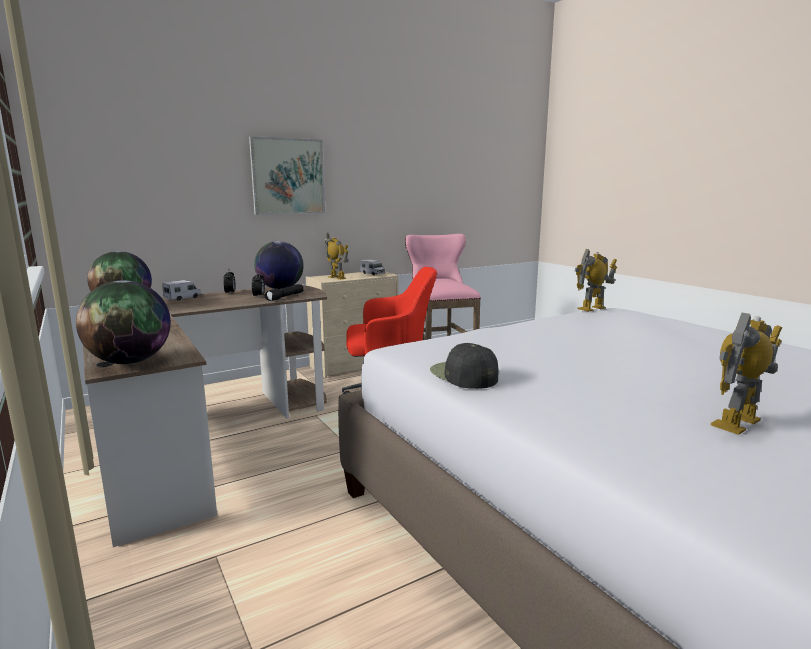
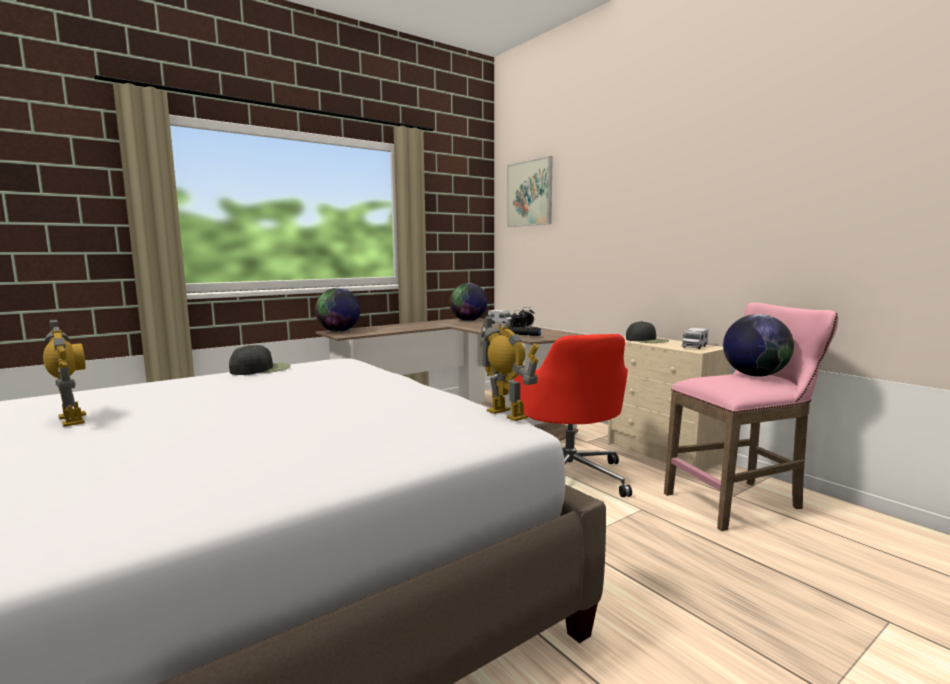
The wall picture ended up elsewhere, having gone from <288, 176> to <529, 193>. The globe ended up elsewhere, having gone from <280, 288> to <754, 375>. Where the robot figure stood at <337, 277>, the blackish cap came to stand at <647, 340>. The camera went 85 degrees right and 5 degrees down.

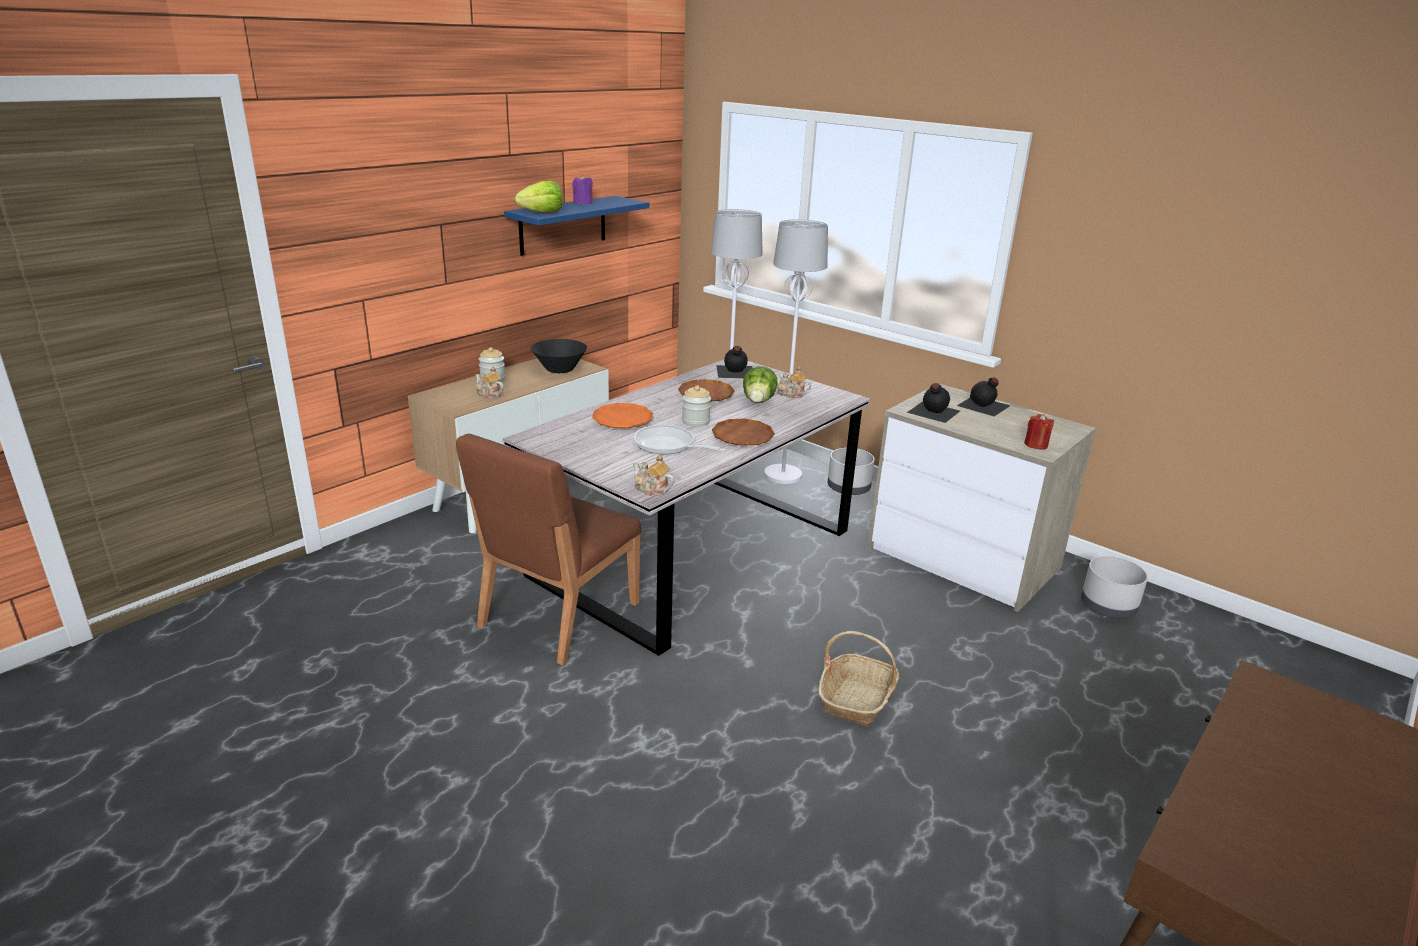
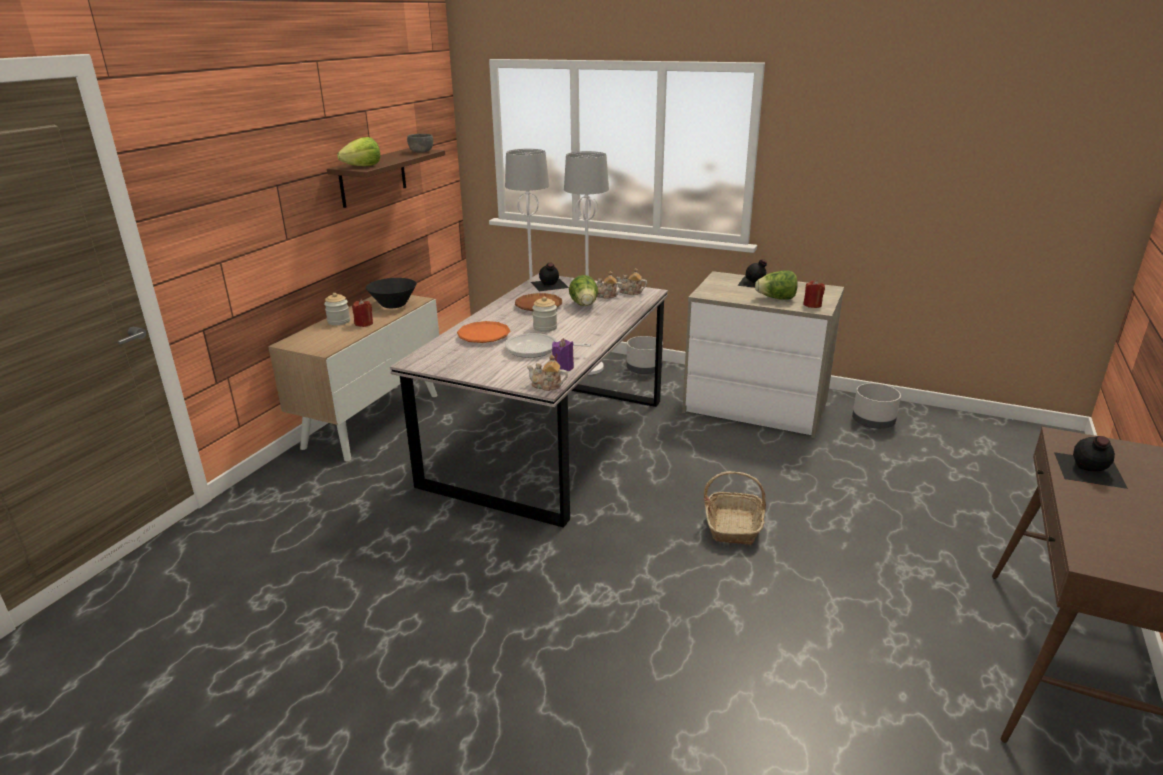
The second view lost the brown plain chair at <557, 615>. The second view lost the brown dinner plate at <742, 437>. The second view gained the reddish wax light at <364, 324>. The second view gained the grey bowl at <421, 151>. The second view gained the lettuce at <776, 298>. The pot for tea ended up elsewhere, having gone from <489, 394> to <631, 292>. The purple wax light ended up elsewhere, having gone from <583, 203> to <563, 367>. The blackish bottle ended up elsewhere, having gone from <932, 411> to <1088, 470>. What was the bluish wall shelf at <563, 225> turned into the brown wall shelf at <373, 177>. The camera went 15 degrees left and 0 degrees up.

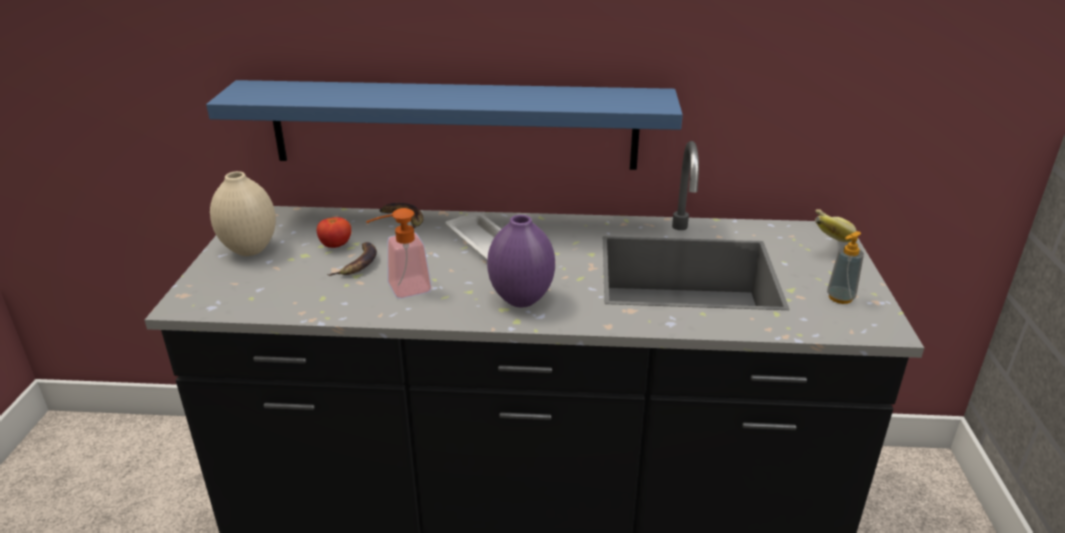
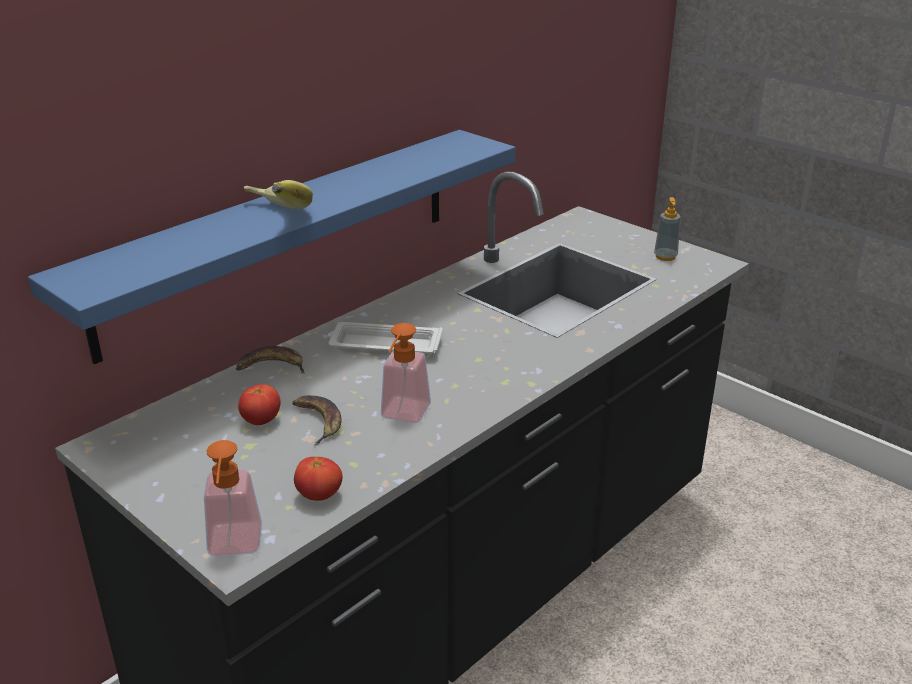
The second view lost the sand-coloured decorative vase at <250, 250>. The second view lost the purple decorative vase at <521, 299>. The second view gained the liquid soap bottle at <234, 548>. The second view gained the whole tomato at <319, 496>. The banana fruit ended up elsewhere, having gone from <822, 239> to <274, 217>. The camera went 50 degrees left and 0 degrees up.

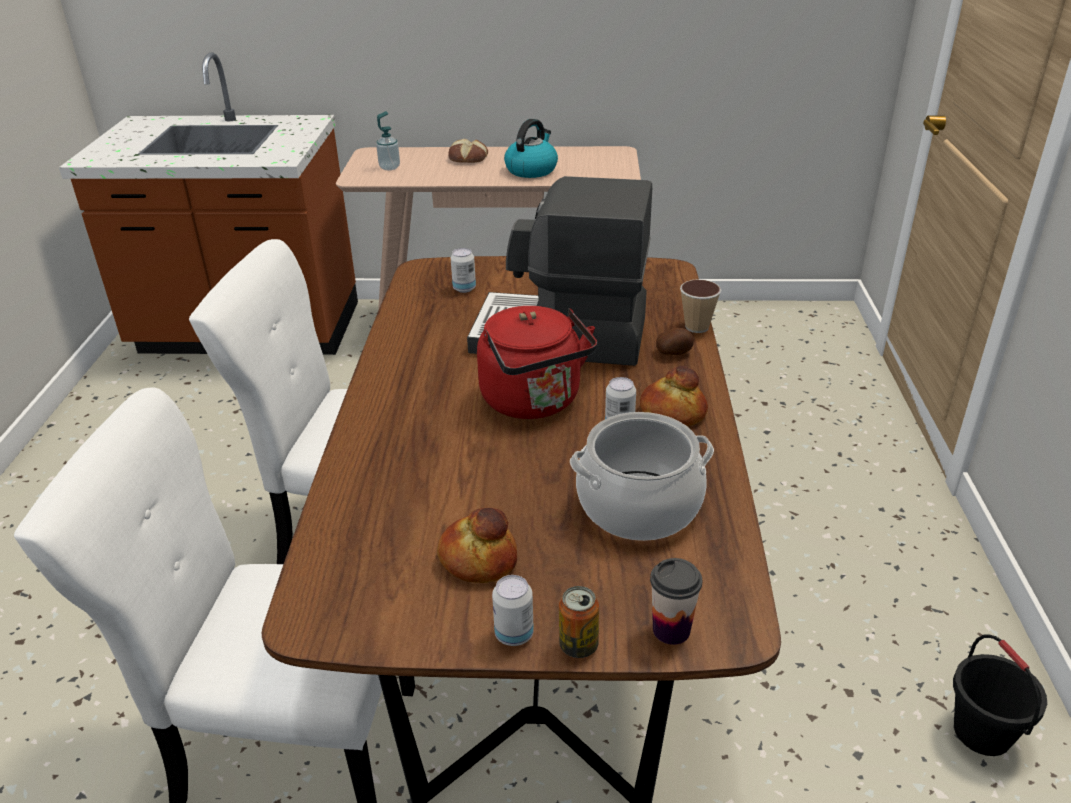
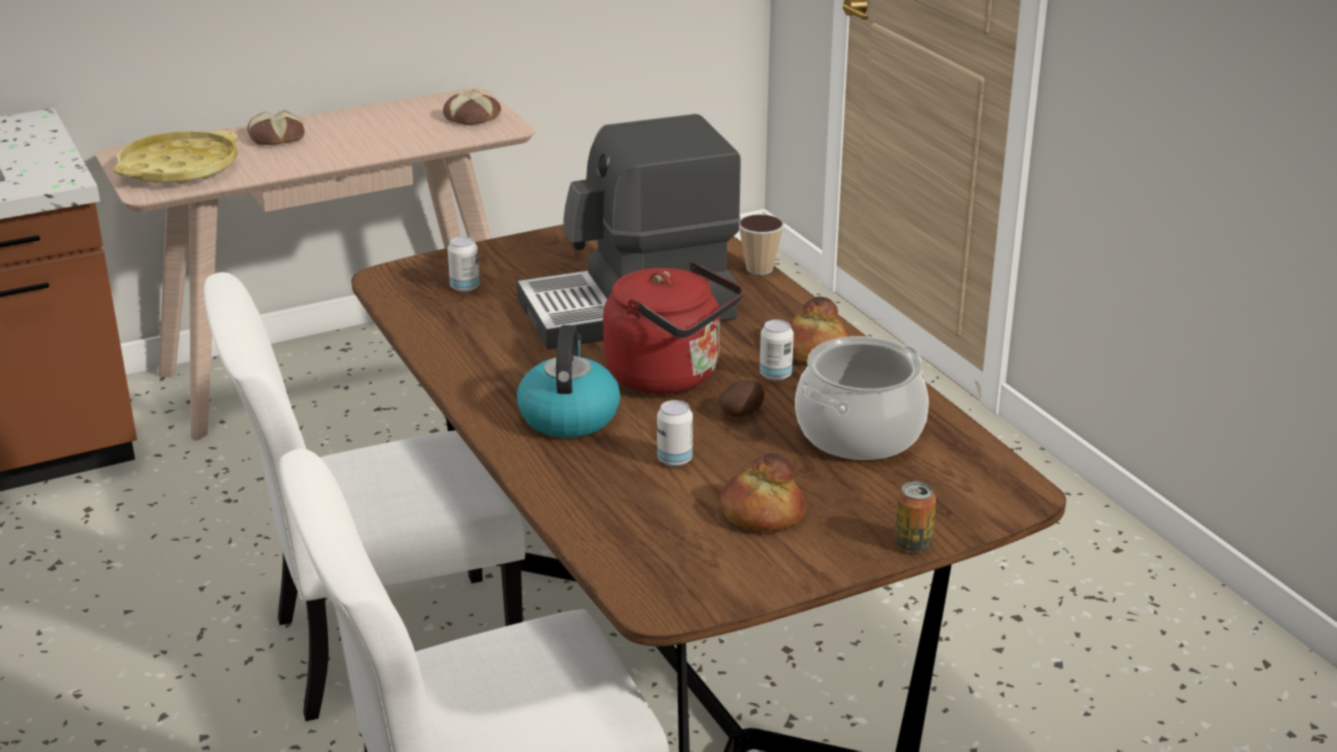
The second view lost the drinking cup at <671, 630>. The second view lost the blackish water bucket at <983, 732>. The second view gained the bread at <473, 117>. The sealed can ended up elsewhere, having gone from <514, 634> to <674, 460>. The tea kettle ended up elsewhere, having gone from <531, 170> to <568, 416>. The spud ended up elsewhere, having gone from <674, 353> to <742, 413>. Where the liquid soap bottle stood at <389, 167>, the yellowish serving tray came to stand at <179, 168>. The camera went 30 degrees left and 5 degrees down.

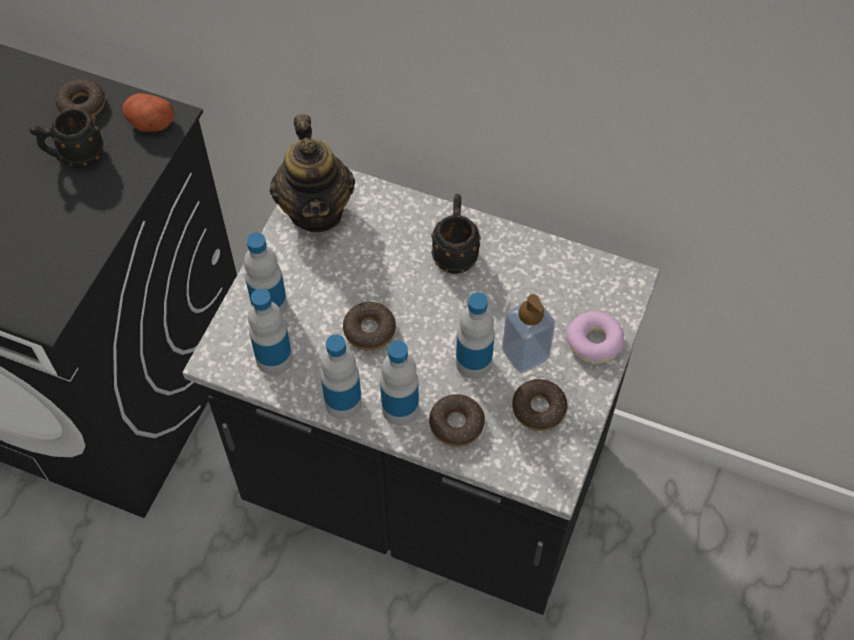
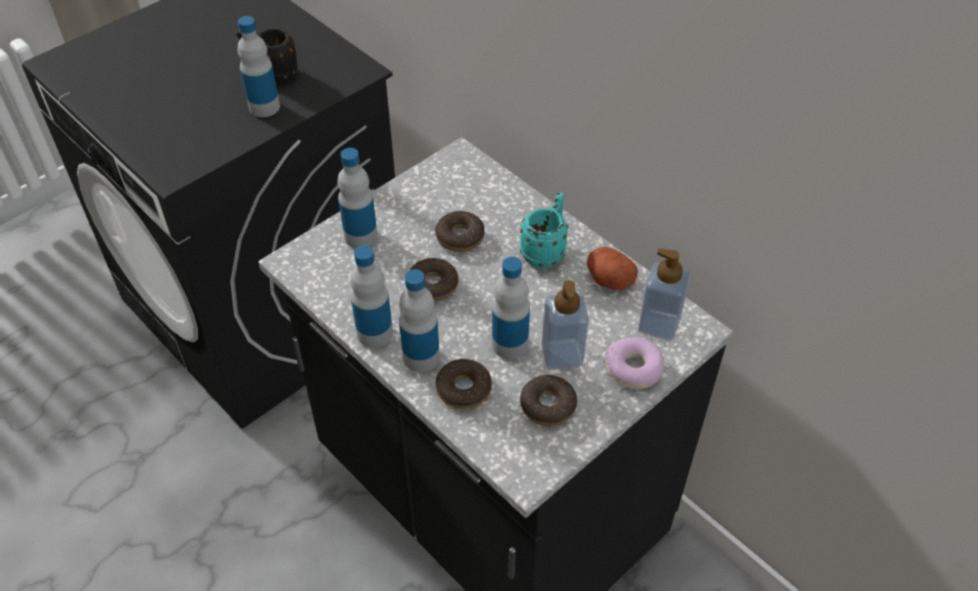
The second view lost the pot for tea at <316, 210>. The second view gained the liquid soap bottle at <658, 325>. The doughnut ended up elsewhere, having gone from <82, 105> to <460, 237>. The spud ended up elsewhere, having gone from <149, 122> to <608, 279>. The bottle ended up elsewhere, having gone from <274, 359> to <264, 107>. What was the blackish mug at <455, 252> turned into the turquoise mug at <546, 251>. The camera went 25 degrees right and 10 degrees down.

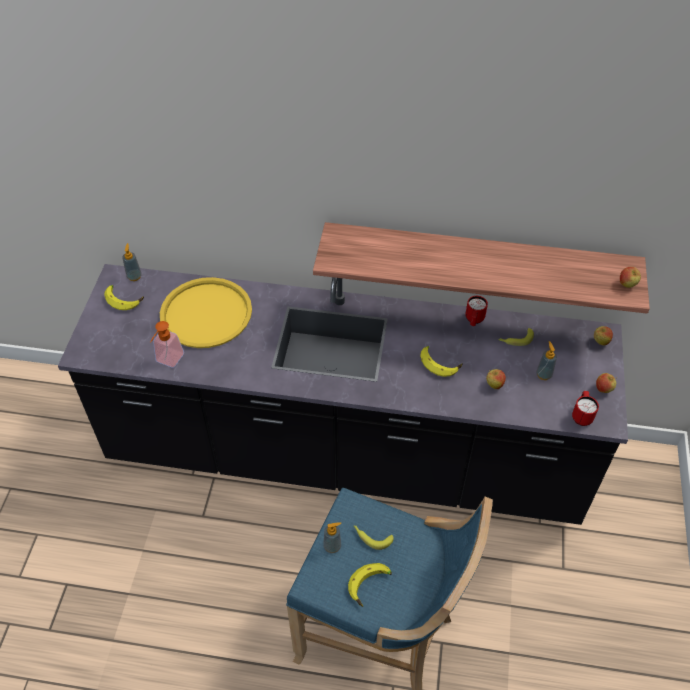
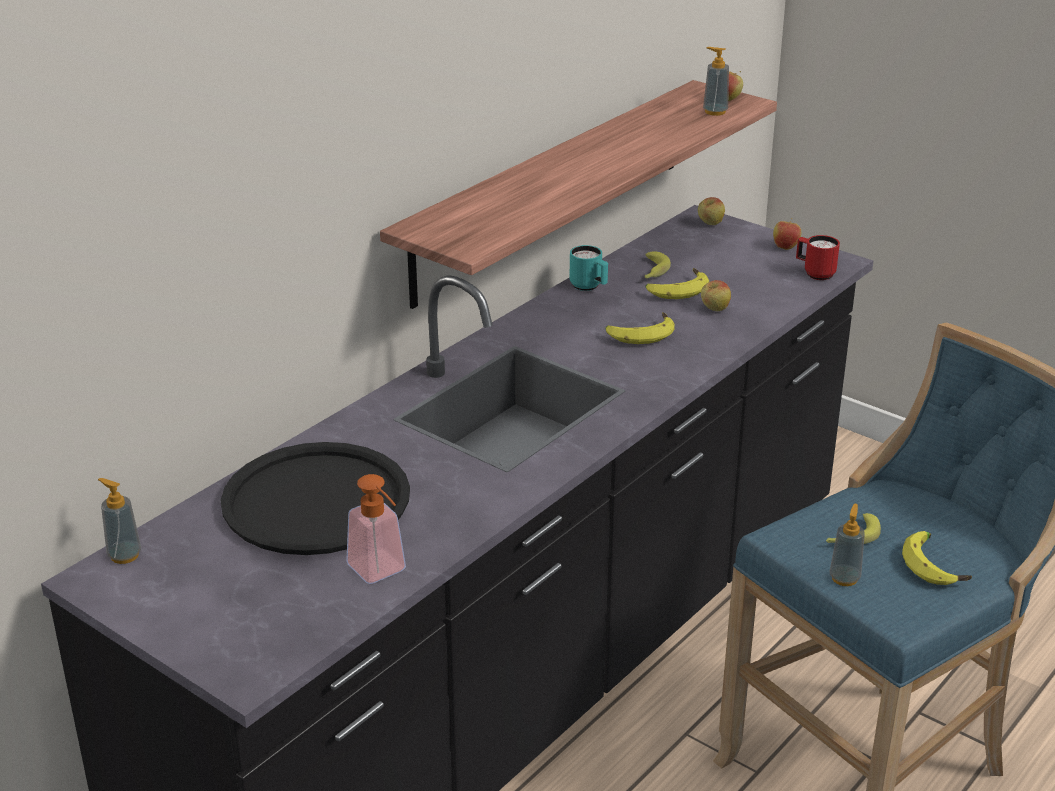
The banana fruit ended up elsewhere, having gone from <124, 299> to <676, 289>. The liquid soap bottle ended up elsewhere, having gone from <543, 374> to <715, 112>. What was the yellowish serving tray at <206, 313> turned into the blackish serving tray at <316, 501>. What was the reddish mug at <474, 320> turned into the turquoise mug at <589, 287>. The camera went 60 degrees left and 20 degrees down.

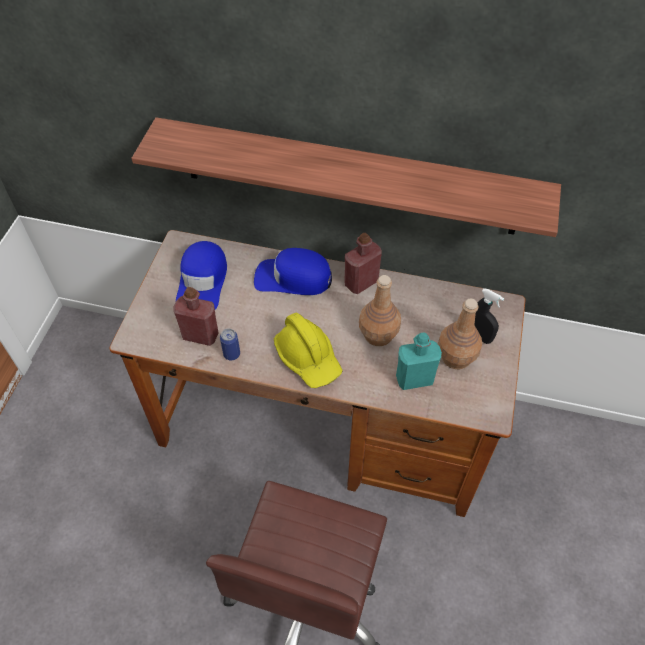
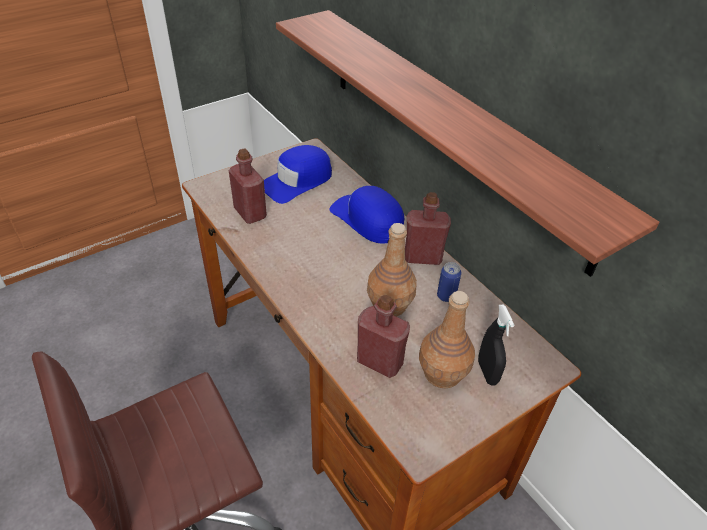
The second view lost the yellowish hard hat at <308, 358>. The sealed can ended up elsewhere, having gone from <231, 354> to <446, 296>. What was the turquoise bottle at <414, 379> turned into the reddish bottle at <379, 362>. The camera went 40 degrees right and 10 degrees down.

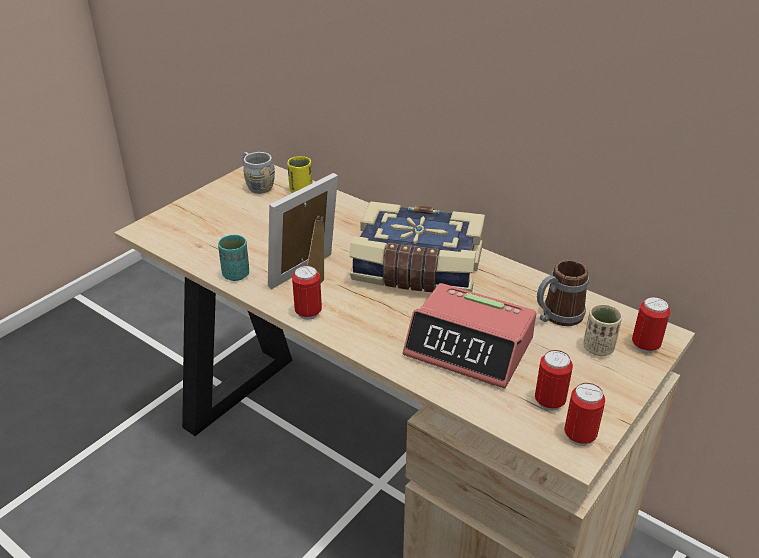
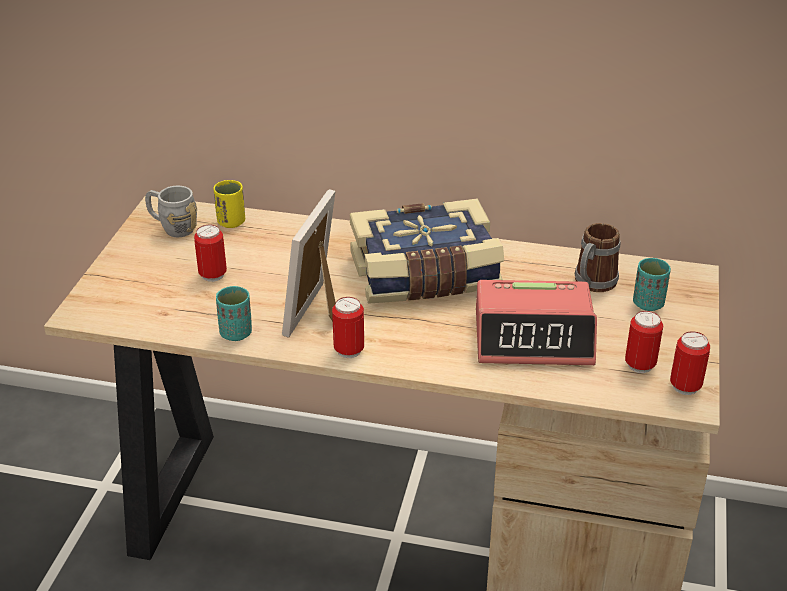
The sealed can ended up elsewhere, having gone from <645, 346> to <213, 275>. What was the sand-coloured drinking cup at <598, 348> turned into the turquoise drinking cup at <648, 304>. The camera went 25 degrees left and 0 degrees up.

